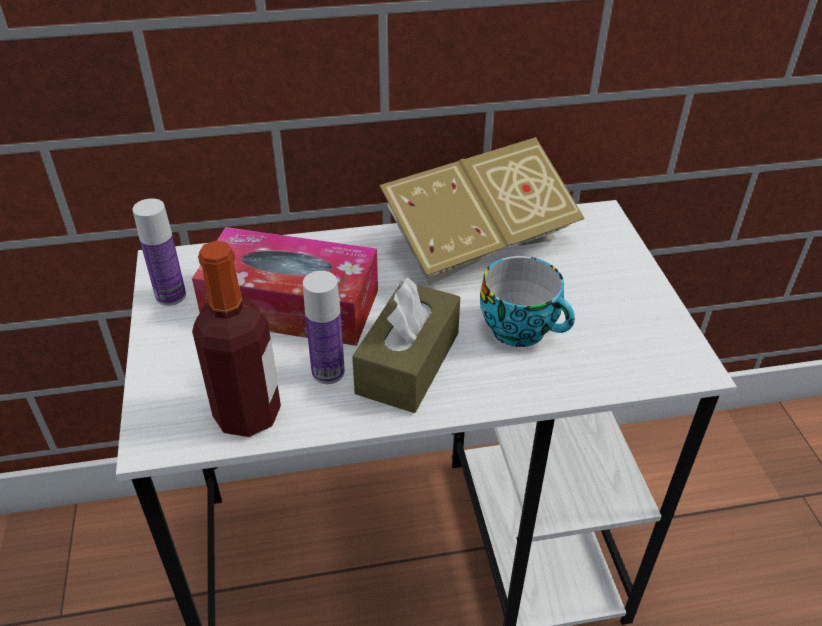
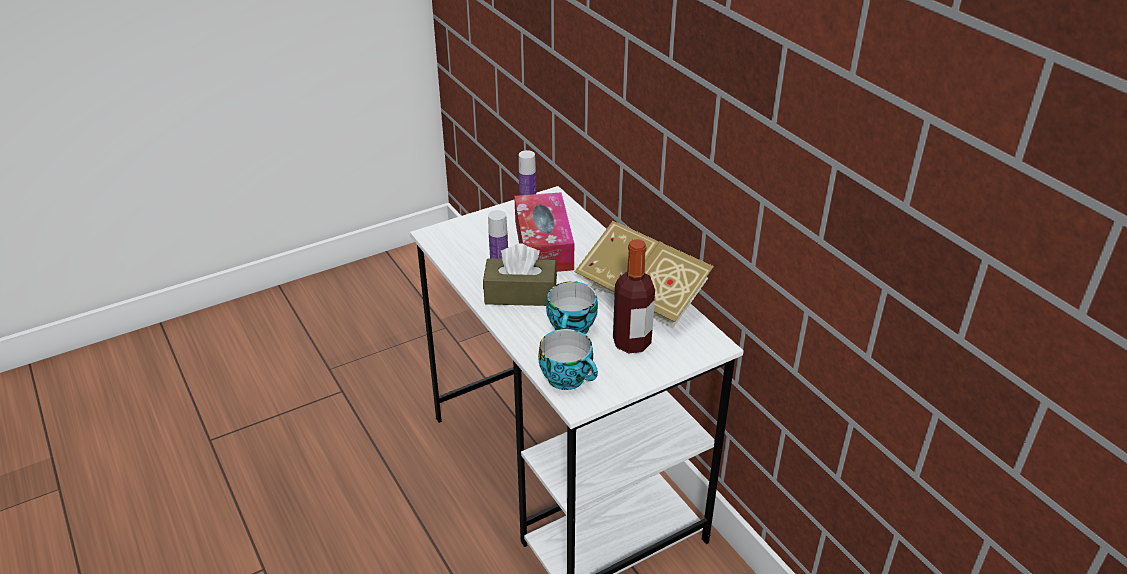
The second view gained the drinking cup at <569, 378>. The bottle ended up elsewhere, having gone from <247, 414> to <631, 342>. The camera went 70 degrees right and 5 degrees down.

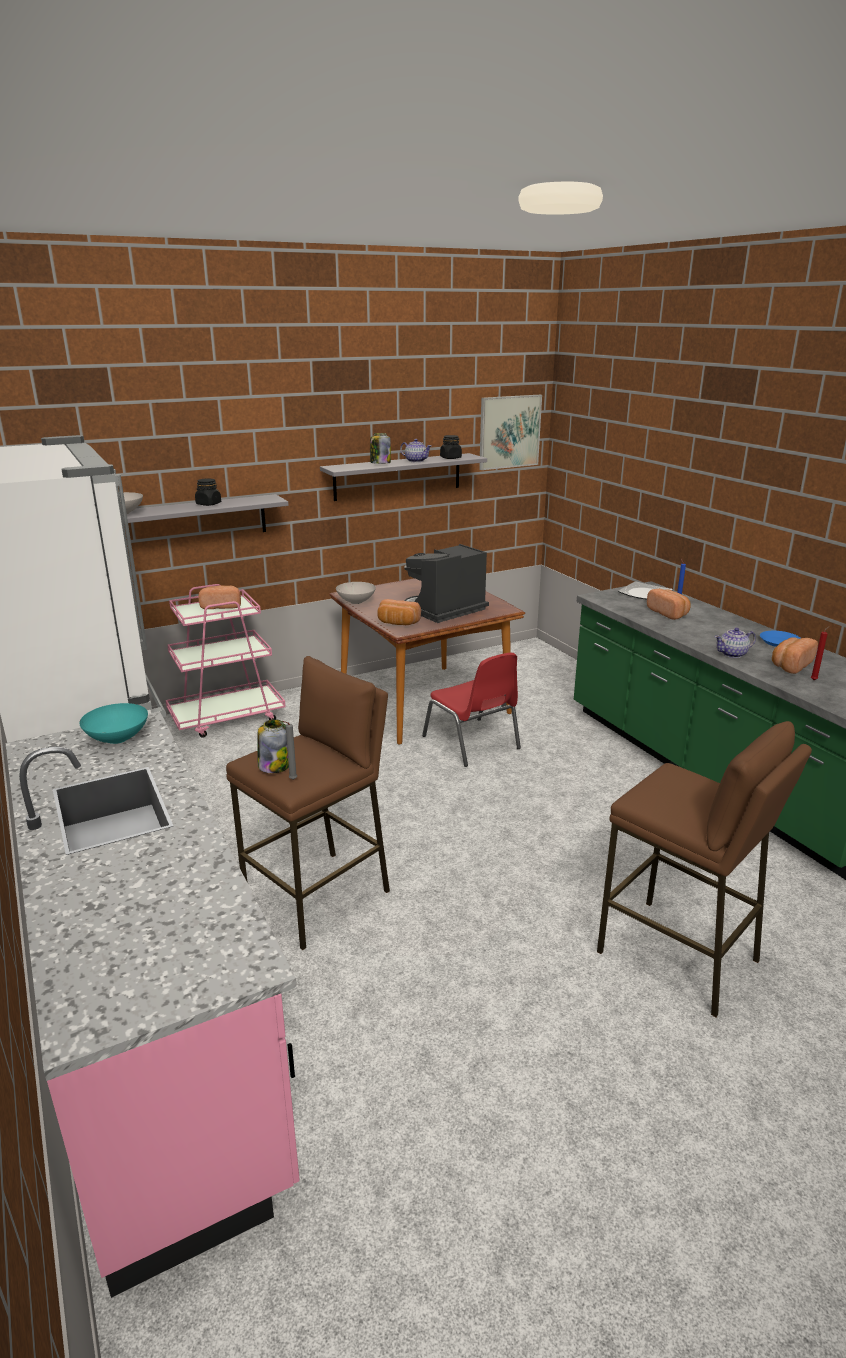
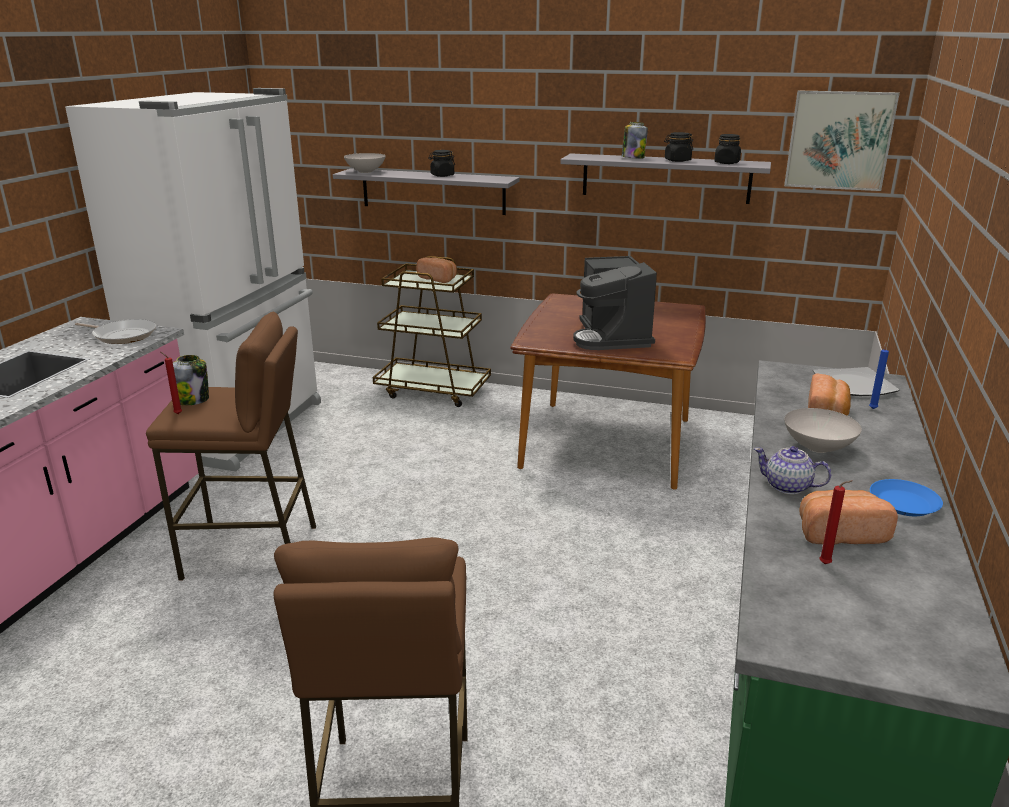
The second view lost the bread at <397, 623>. The second view lost the reddish plain chair at <472, 743>. The white-coloured bowl ended up elsewhere, having gone from <356, 601> to <819, 447>. Where the turquoise bowl stood at <117, 738>, the pan came to stand at <122, 335>. Where the pot for tea stood at <416, 461>, the blackish storage jar came to stand at <677, 160>. What was the pink-coloured trolley at <227, 717> turned into the brown trolley at <433, 390>. What was the grey wax light at <291, 780> turned into the reddish wax light at <177, 414>. The coffee machine at <444, 611> ended up facing another way, 105 degrees counterclockwise from before. The camera went 45 degrees right and 0 degrees up.

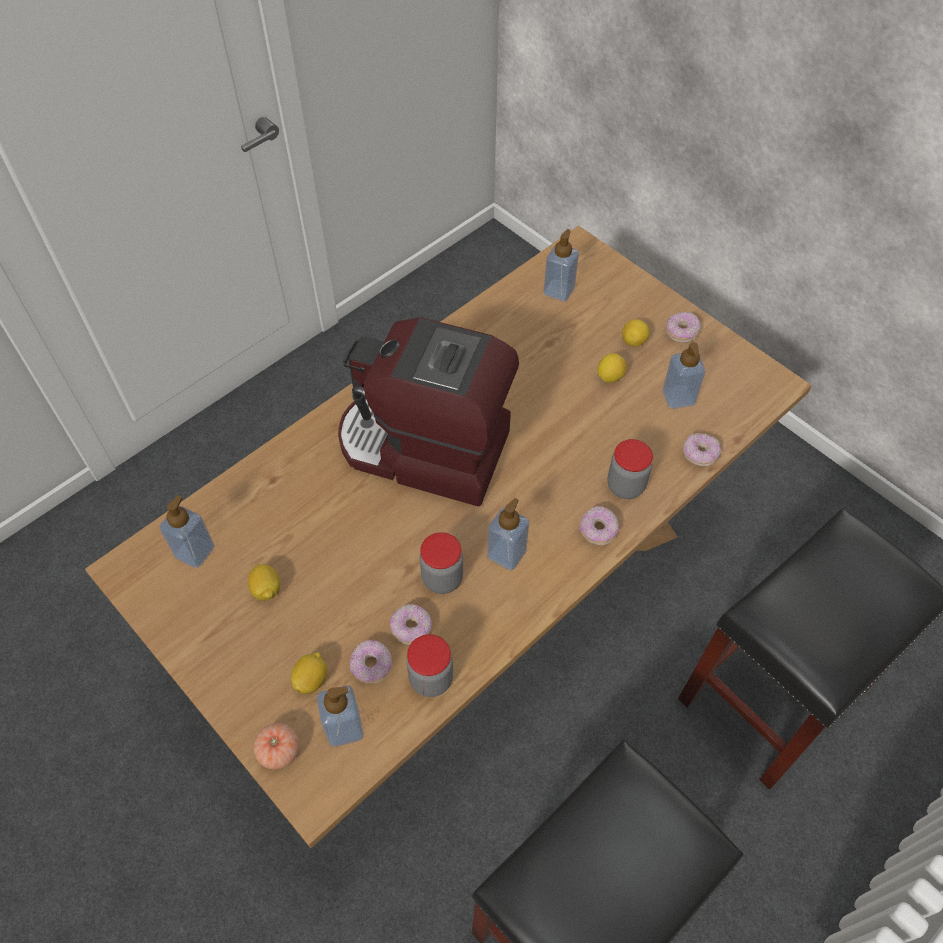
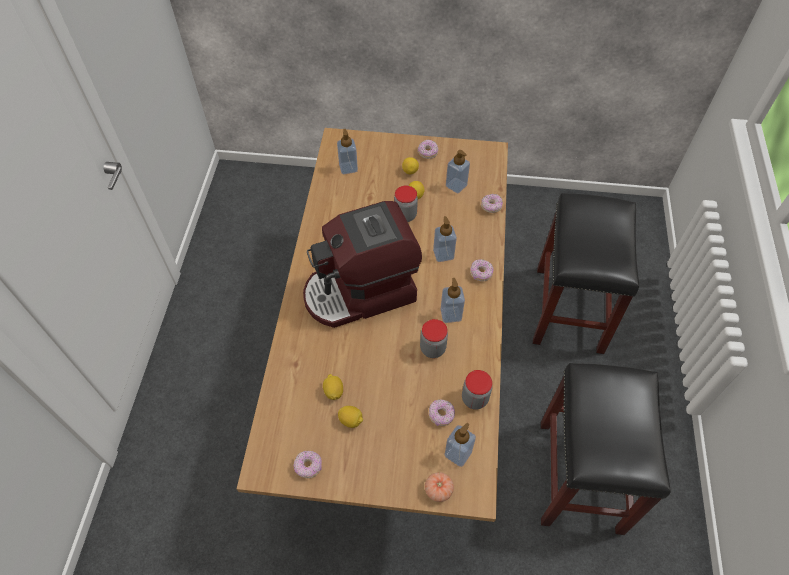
The liquid soap bottle ended up elsewhere, having gone from <195, 551> to <443, 254>. The whole lemon ended up elsewhere, having gone from <311, 679> to <333, 391>. The doughnut ended up elsewhere, having gone from <411, 628> to <308, 466>. The storage jar ended up elsewhere, having gone from <625, 486> to <405, 215>. The camera went 40 degrees left and 0 degrees up.

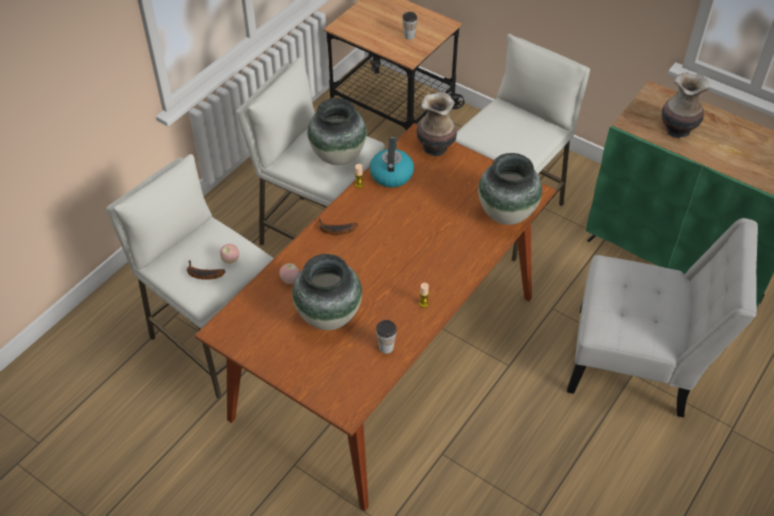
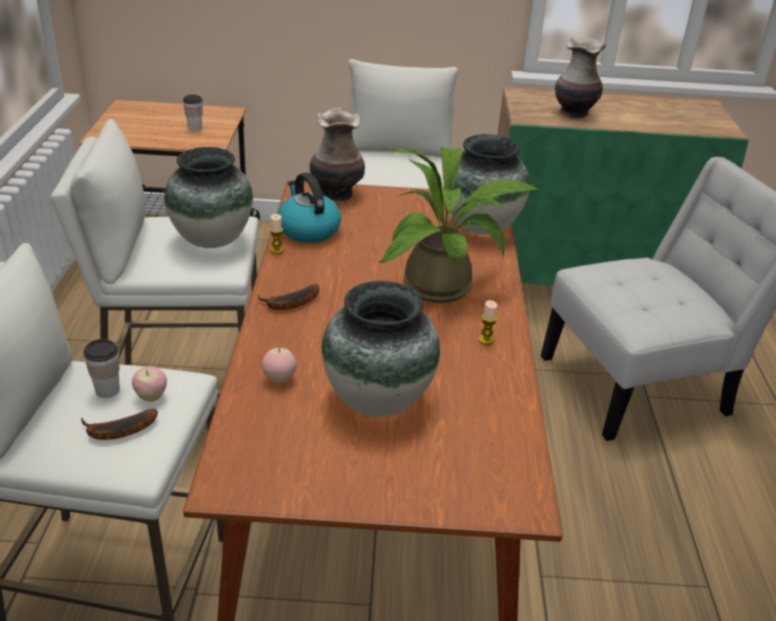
The second view gained the potted plant at <446, 288>. The drinking cup ended up elsewhere, having gone from <386, 347> to <107, 390>. The camera went 35 degrees left and 15 degrees down.

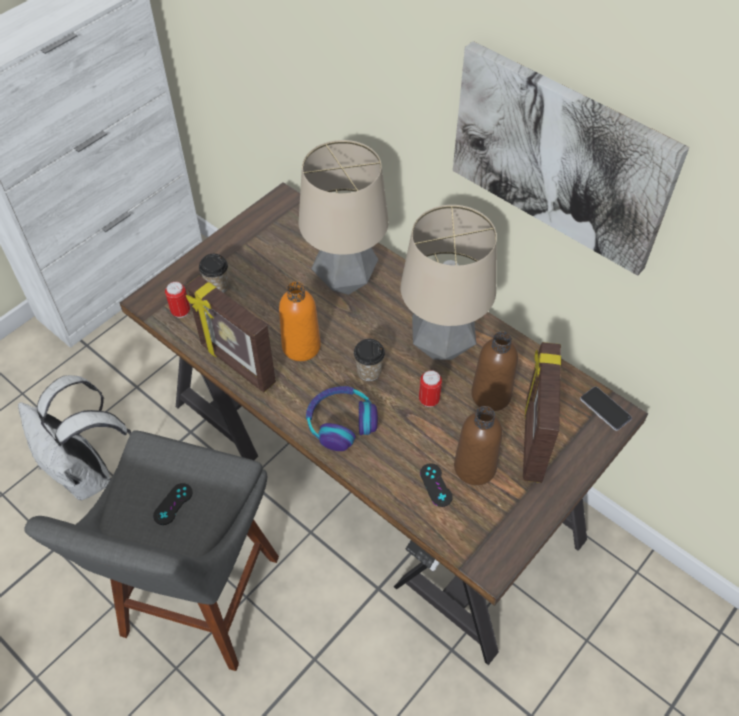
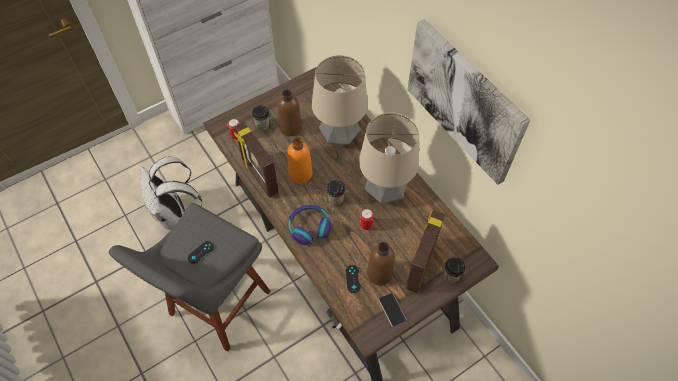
The second view gained the drinking cup at <451, 276>. The brown bottle ended up elsewhere, having gone from <491, 395> to <290, 127>. The phone ended up elsewhere, having gone from <605, 409> to <392, 310>. The camera went 15 degrees right and 5 degrees up.

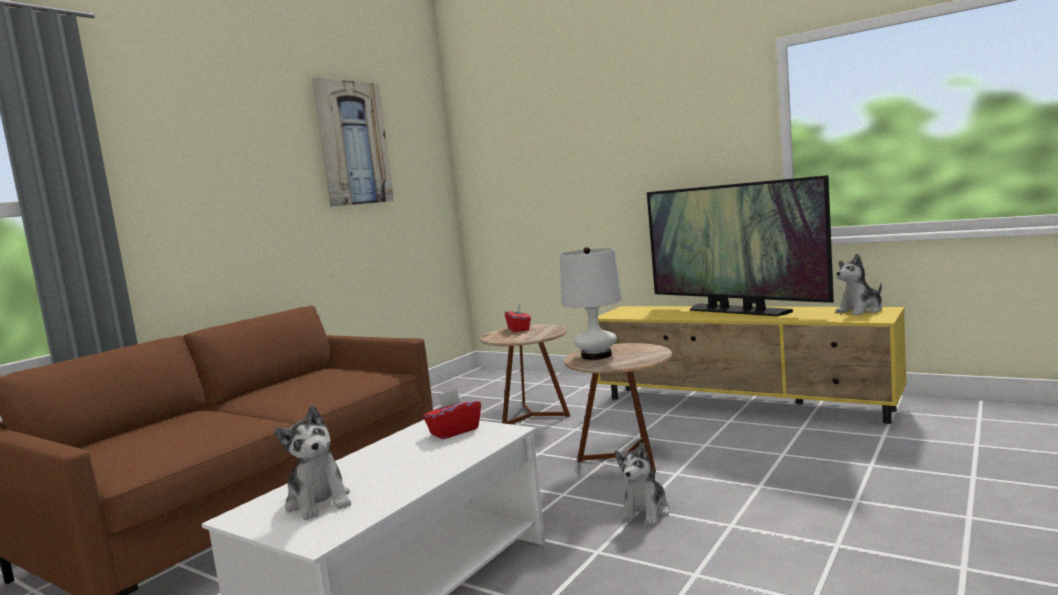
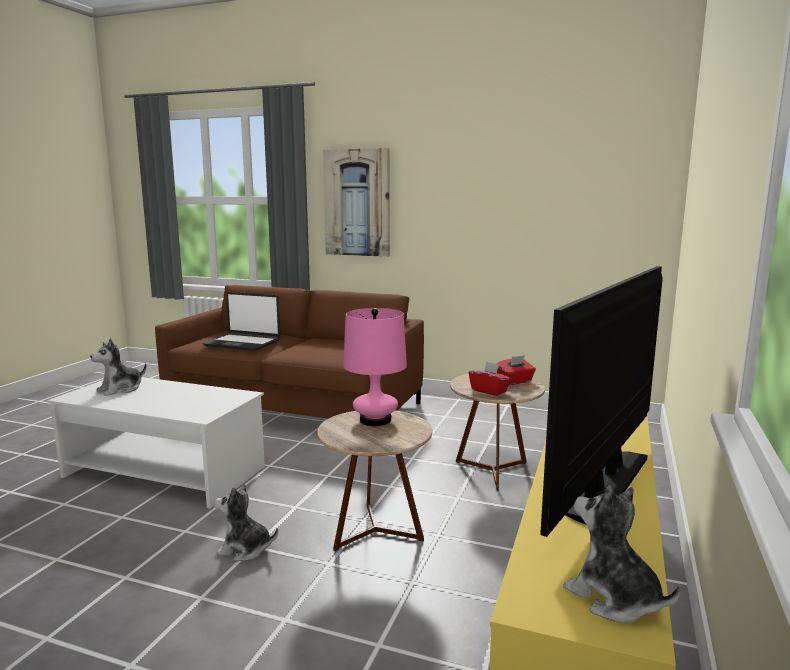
The second view gained the portable computer at <243, 343>. The wall picture ended up elsewhere, having gone from <353, 143> to <357, 203>. The reddish box of tissues ended up elsewhere, having gone from <454, 431> to <489, 391>. What was the white-coloured table lamp at <596, 355> turned into the pink-coloured table lamp at <375, 420>. The camera went 75 degrees right and 5 degrees up.

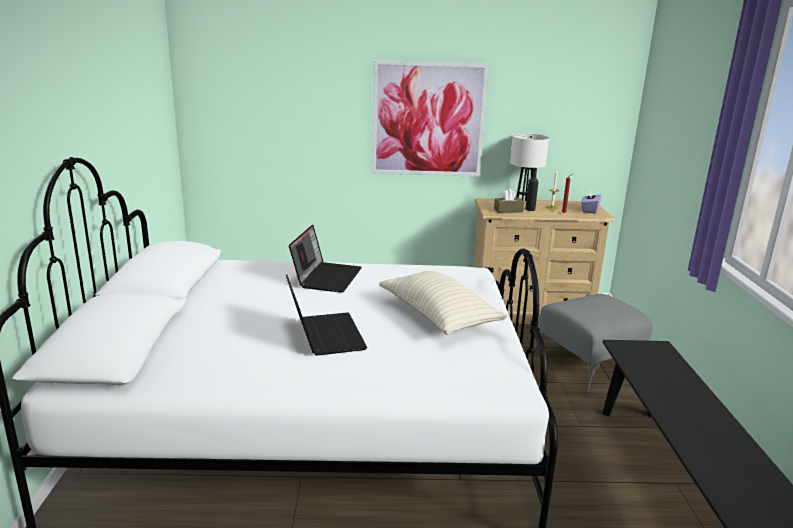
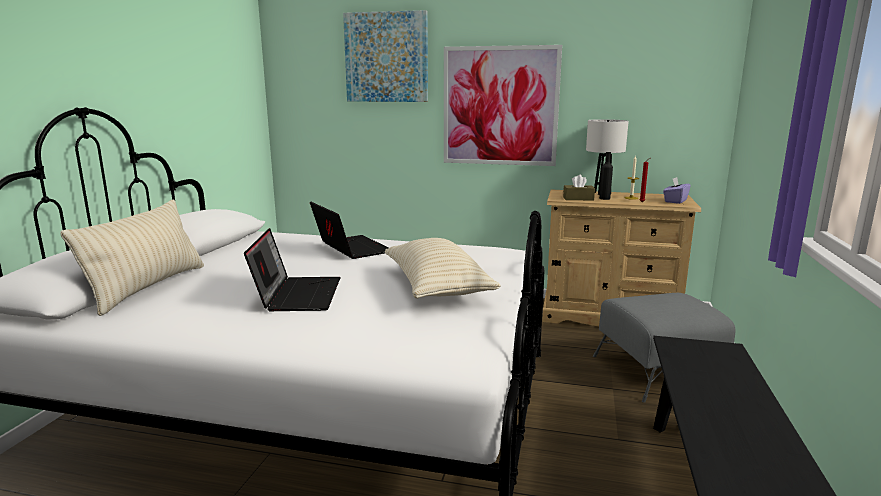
The second view gained the sand-coloured cushion at <148, 288>. The second view gained the wall picture at <386, 57>. The portable computer at <326, 277> ended up facing another way, 60 degrees counterclockwise from before. The camera went 15 degrees right and 5 degrees down.

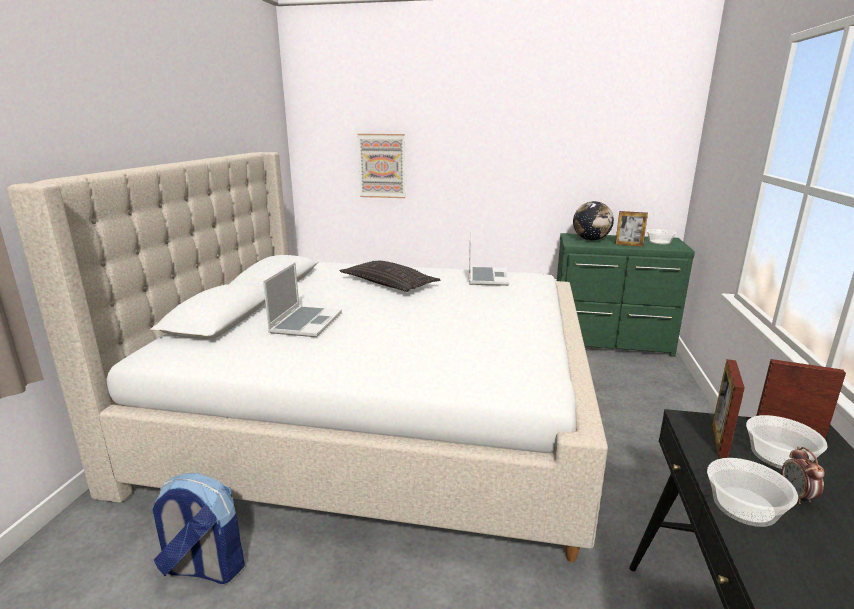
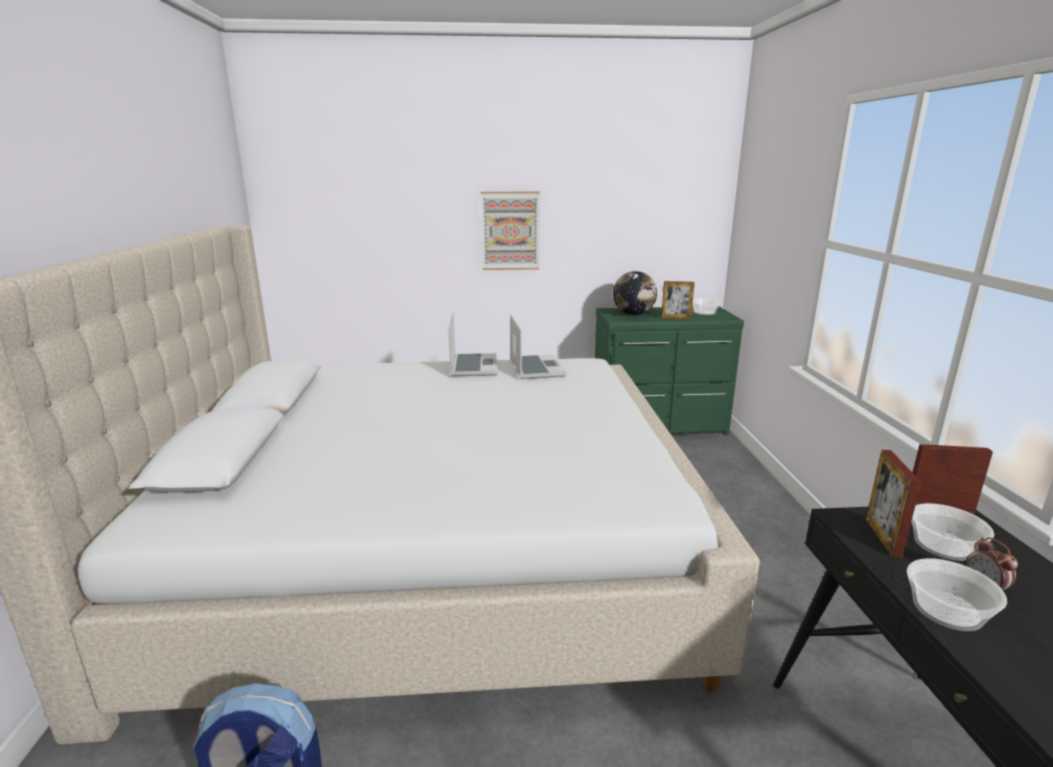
The second view lost the cushion at <388, 283>. The portable computer ended up elsewhere, having gone from <305, 323> to <473, 366>. The wall picture ended up elsewhere, having gone from <382, 166> to <510, 231>. The camera went 15 degrees left and 0 degrees up.

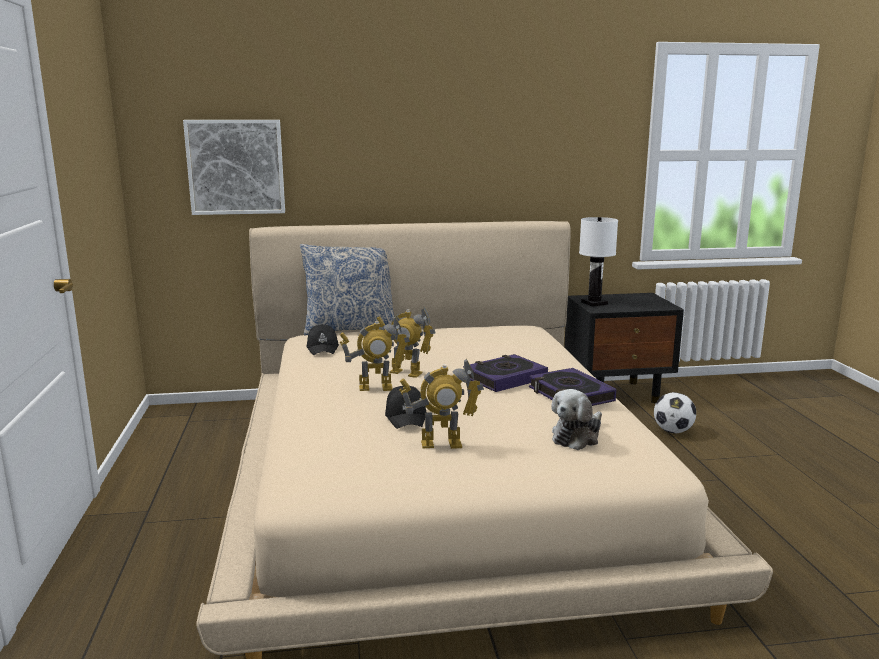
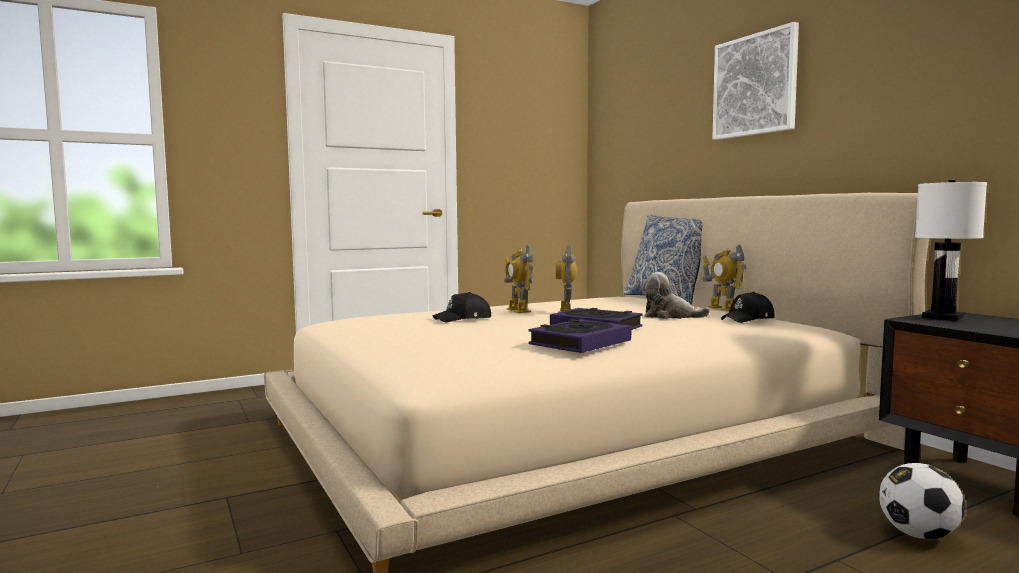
The wall picture ended up elsewhere, having gone from <236, 167> to <755, 85>. The blackish cap ended up elsewhere, having gone from <323, 348> to <748, 319>. The robot figure ended up elsewhere, having gone from <441, 444> to <722, 308>. The cuddly toy ended up elsewhere, having gone from <577, 436> to <669, 316>. The camera went 70 degrees right and 10 degrees down.

